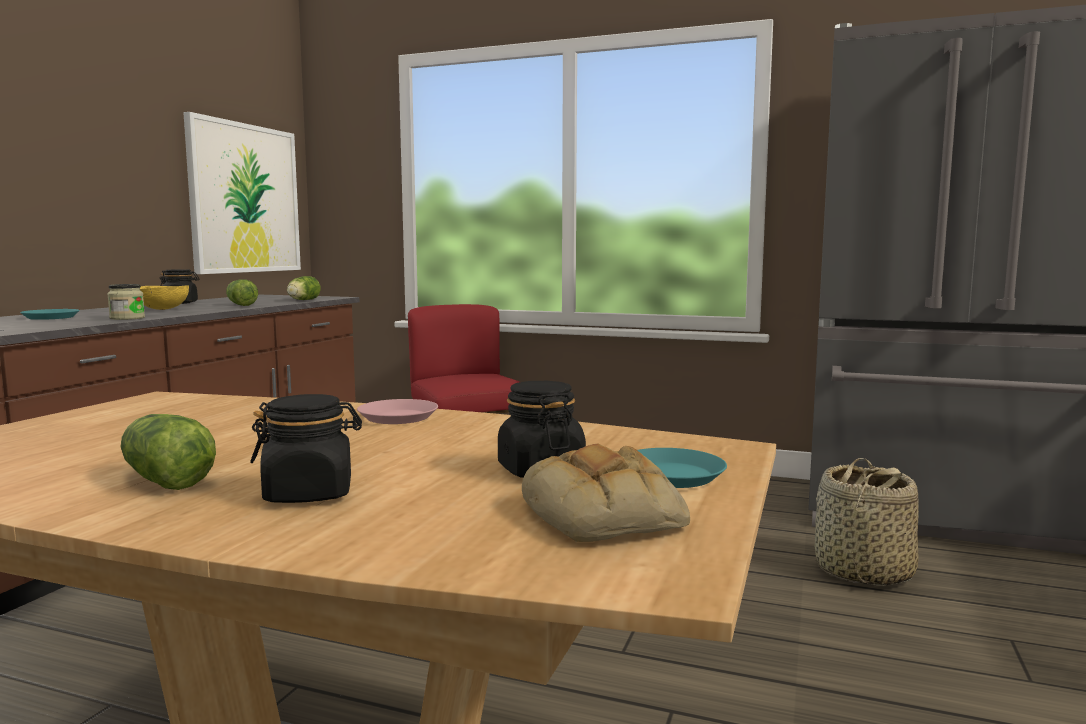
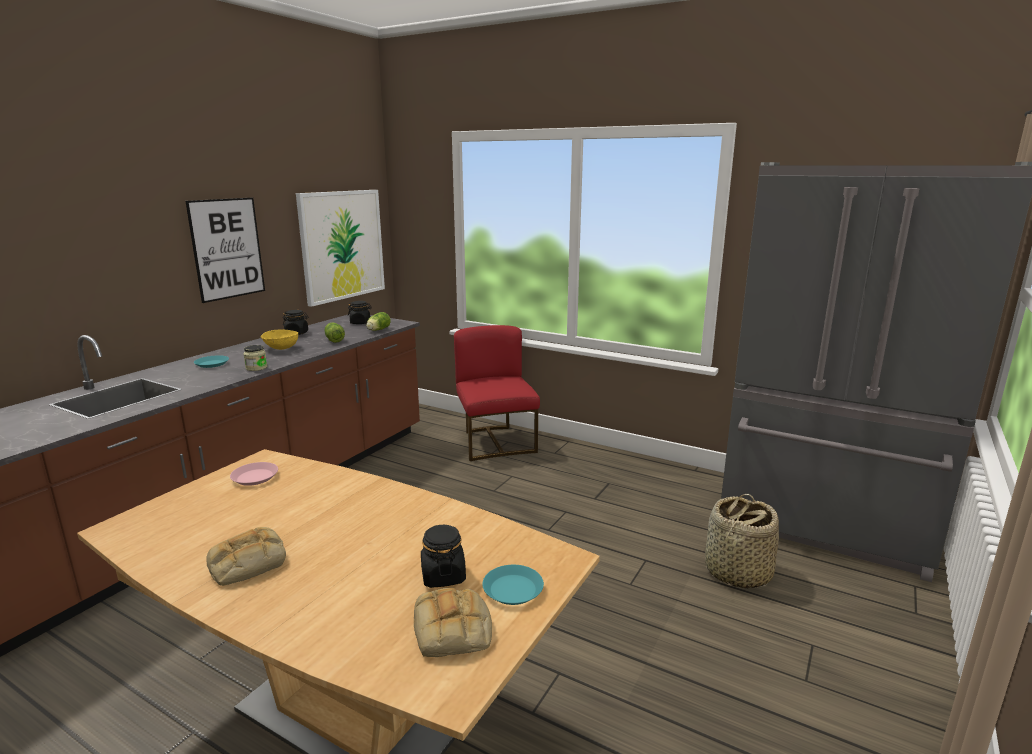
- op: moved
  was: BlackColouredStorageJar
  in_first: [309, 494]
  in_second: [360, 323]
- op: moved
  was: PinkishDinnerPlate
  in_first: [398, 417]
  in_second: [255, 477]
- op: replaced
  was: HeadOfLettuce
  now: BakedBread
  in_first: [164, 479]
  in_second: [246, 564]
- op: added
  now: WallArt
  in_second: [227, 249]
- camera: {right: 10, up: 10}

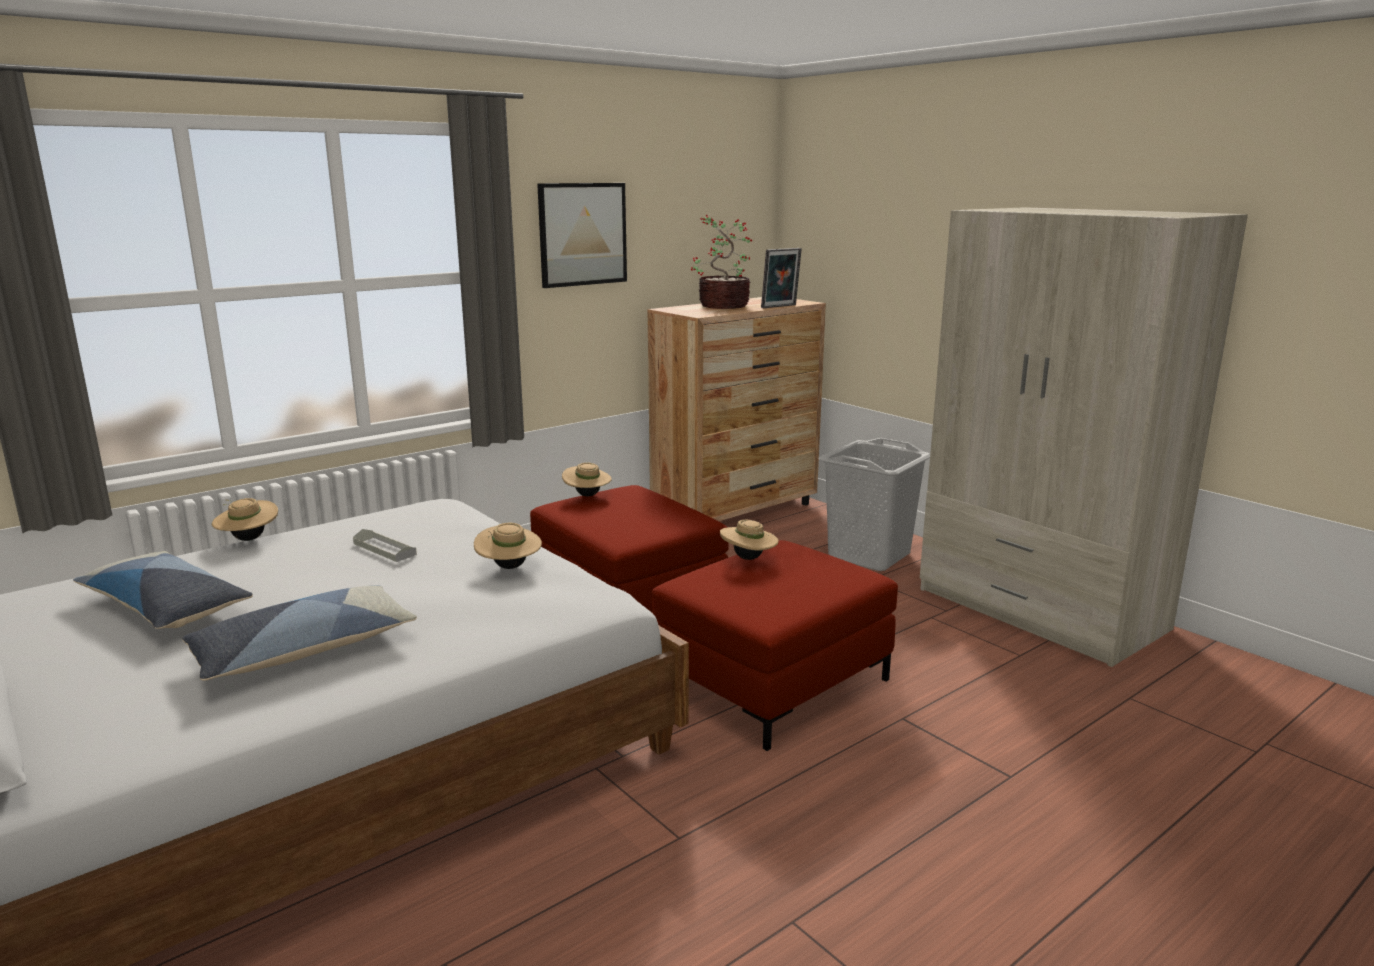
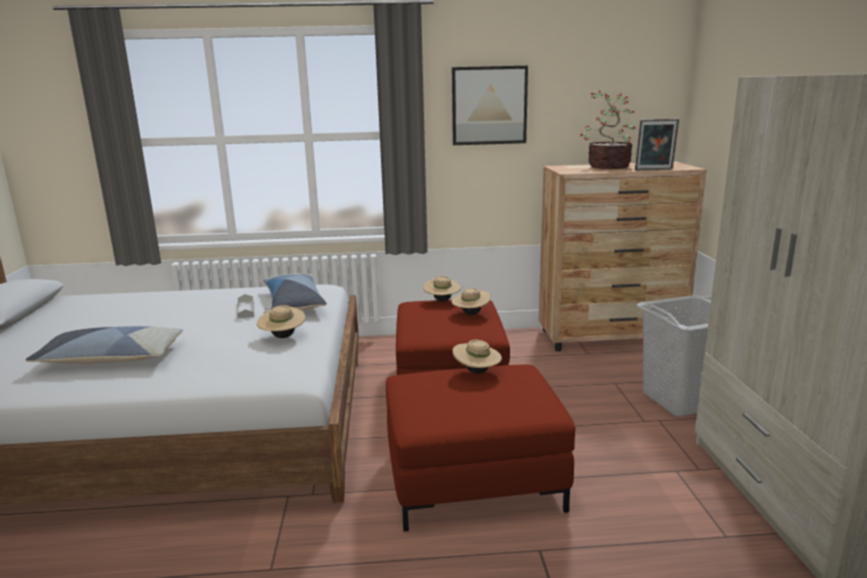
- op: moved
  was: BeigeWearableHat
  in_first: [248, 539]
  in_second: [471, 314]
- op: moved
  was: Pillow
  in_first: [165, 607]
  in_second: [294, 303]
- camera: {right: 35, up: 0}

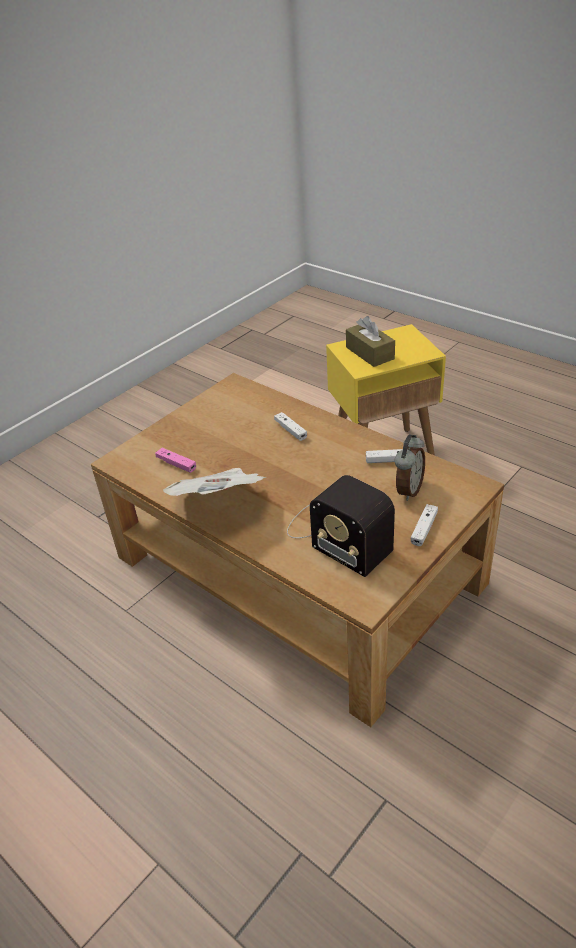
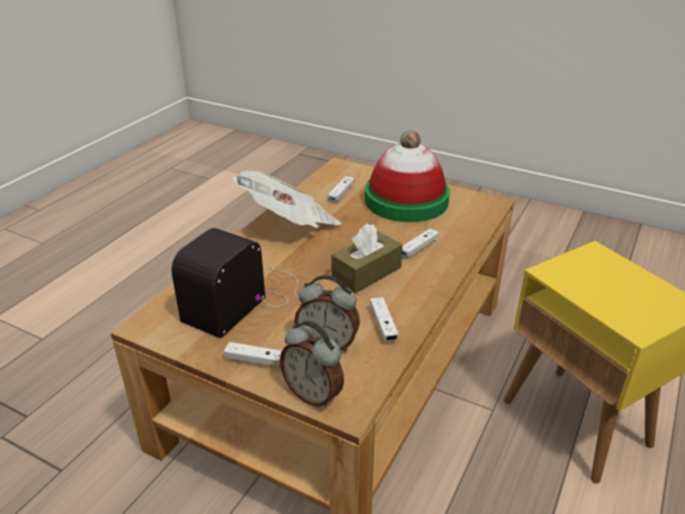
- op: moved
  was: BrownTissueBox
  in_first: [370, 353]
  in_second: [366, 273]
- op: recoloured
  was: PinkishGameController
  now: WhiteColouredGameController
  in_first: [176, 464]
  in_second: [341, 194]
- op: added
  now: WearableHat
  in_second: [406, 200]
- op: added
  now: BedsideClock
  in_second: [313, 394]
- camera: {right: 75, up: -5}

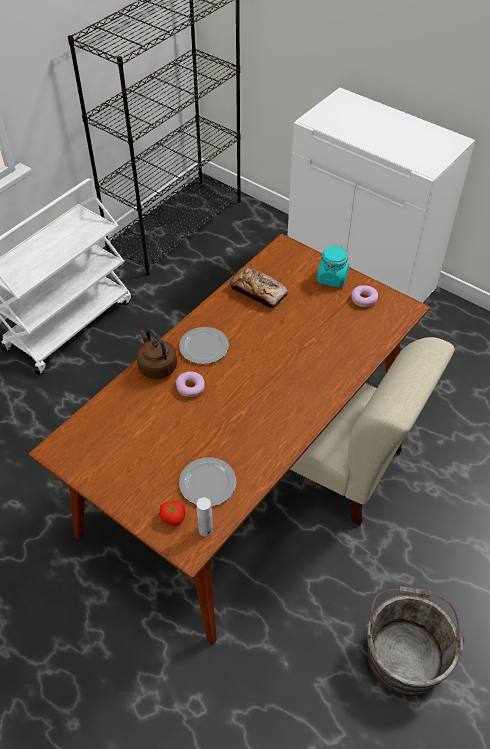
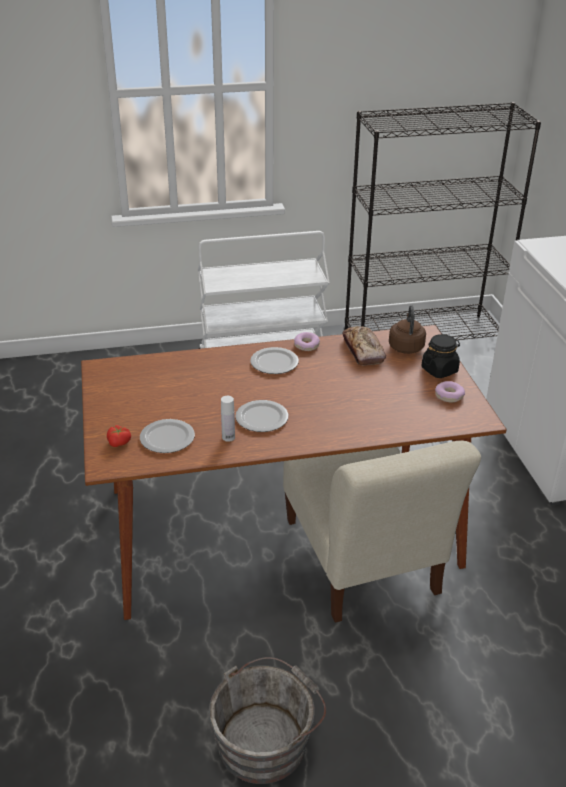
- op: recoloured
  was: TurquoiseStorageJar
  now: BlackColouredStorageJar
  in_first: [332, 278]
  in_second: [439, 370]
- op: moved
  was: BrownKettle
  in_first: [156, 366]
  in_second: [406, 346]
- op: moved
  was: RingDoughnut
  in_first: [190, 387]
  in_second: [306, 345]
- op: moved
  was: WhiteColouredBottle
  in_first: [205, 530]
  in_second: [228, 437]
- op: added
  now: DinnerPlate
  in_second: [262, 417]
- camera: {right: 40, up: -15}

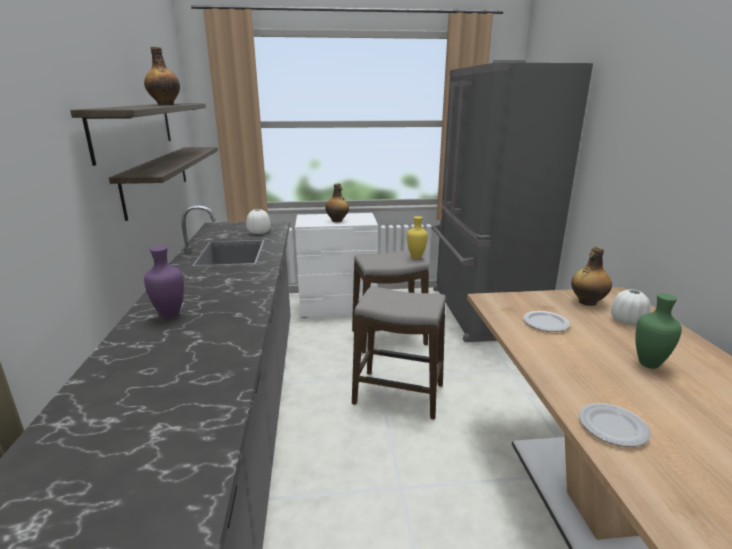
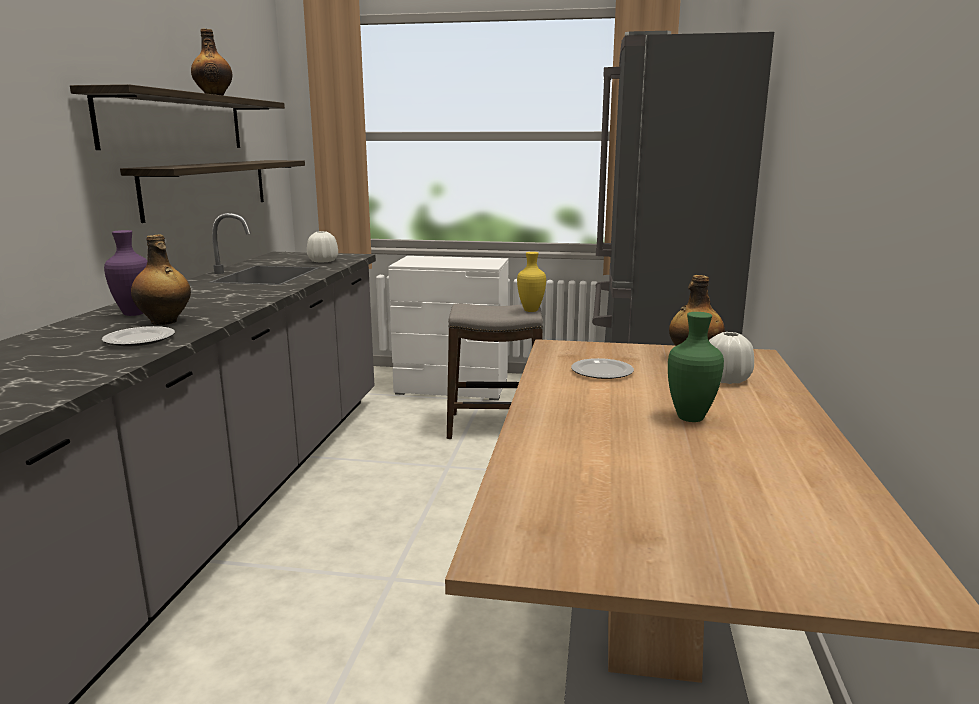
- op: moved
  was: Bottle
  in_first: [337, 221]
  in_second: [165, 322]
- op: removed
  was: StoolSeat
  in_first: [398, 394]
- op: moved
  was: DinnerPlate
  in_first: [613, 427]
  in_second: [140, 340]
- camera: {right: 15, up: -5}

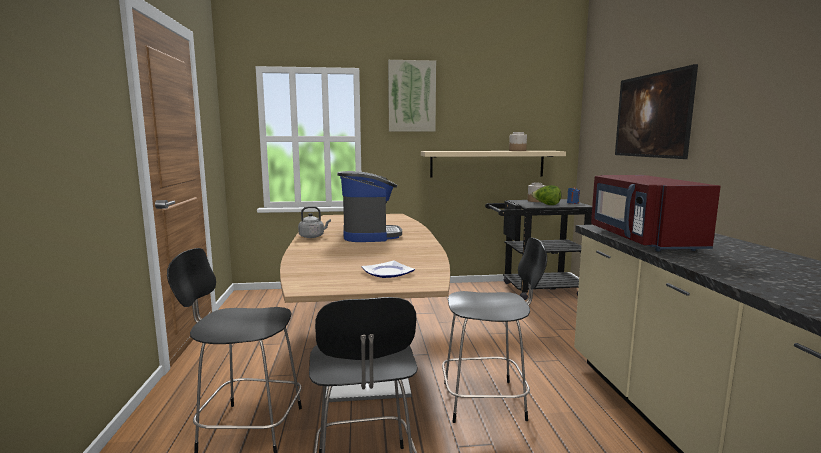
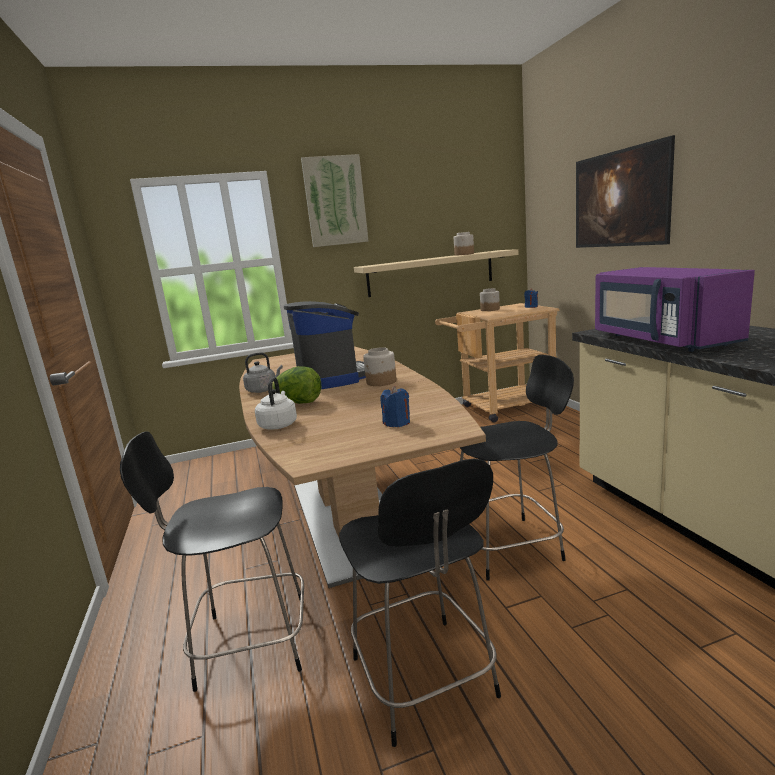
- op: recoloured
  was: ReddishMicrowave
  now: PurpleMicrowave
  in_first: [641, 239]
  in_second: [660, 340]
- op: moved
  was: HeadOfLettuce
  in_first: [546, 205]
  in_second: [298, 403]
- op: recoloured
  was: BlackColouredCart
  now: BeigeCart
  in_first: [535, 290]
  in_second: [500, 409]
- op: replaced
  was: DinnerPlate
  now: BlueCandle
  in_first: [389, 273]
  in_second: [397, 423]
- op: added
  now: StorageJar
  in_second: [381, 382]
- op: added
  now: WhiteColouredKettle
  in_second: [278, 425]
- camera: {right: -10, up: 5}

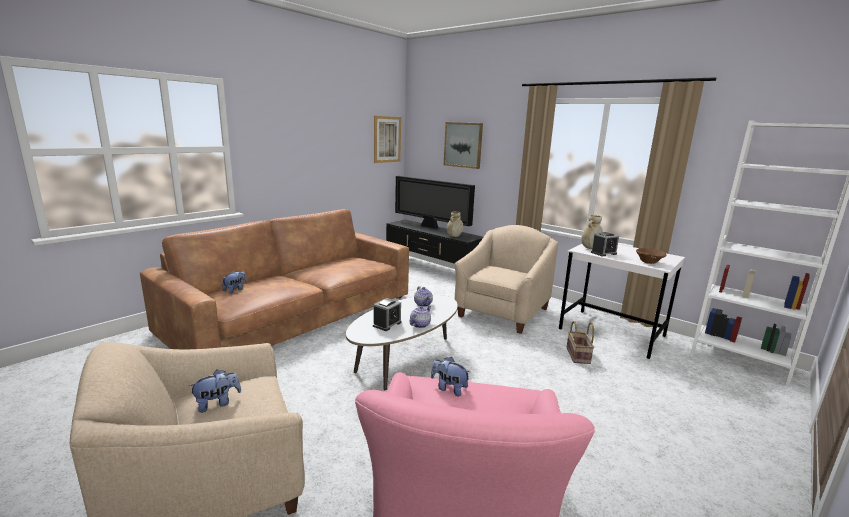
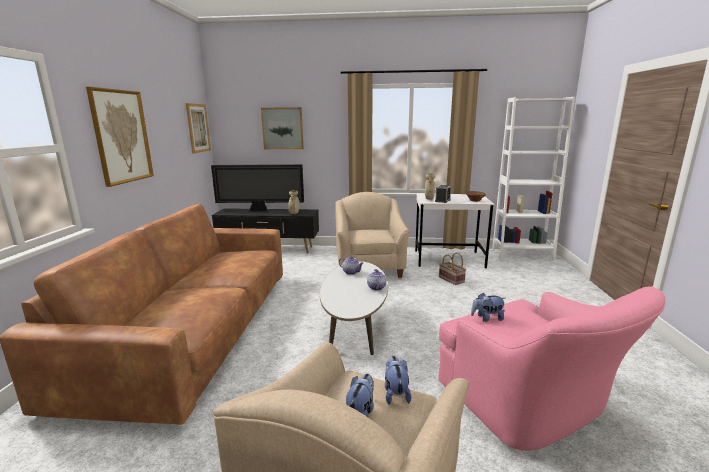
- op: moved
  was: PlushToy
  in_first: [235, 290]
  in_second: [395, 393]
- op: removed
  was: BedsideClock
  in_first: [387, 324]
- op: added
  now: WallArt
  in_second: [121, 136]
- camera: {right: -35, up: 0}

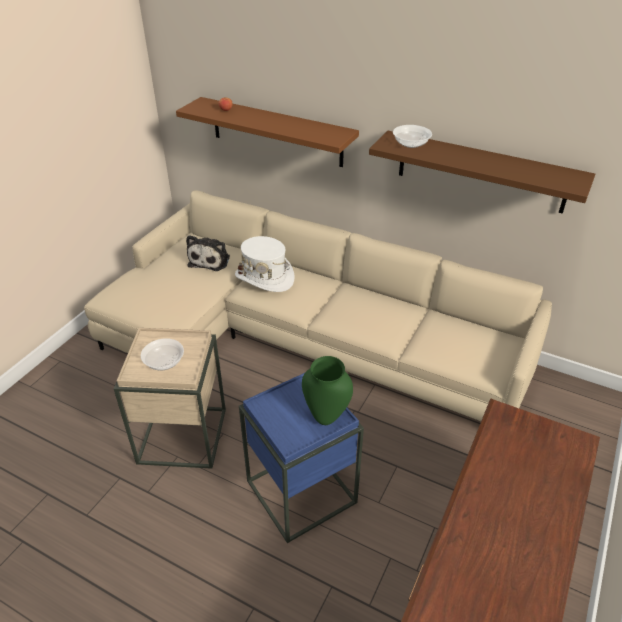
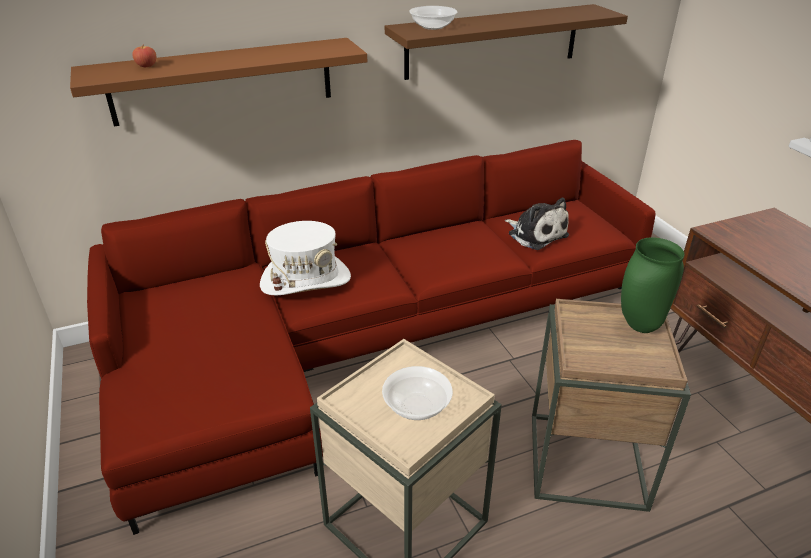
- op: recoloured
  was: BeigeCouch
  now: ReddishCouch
  in_first: [302, 339]
  in_second: [367, 338]
- op: moved
  was: PlushToy
  in_first: [210, 260]
  in_second: [535, 234]
- op: recoloured
  was: BlueSideTable
  now: BrownSideTable
  in_first: [301, 492]
  in_second: [586, 460]
- camera: {right: -50, up: -5}

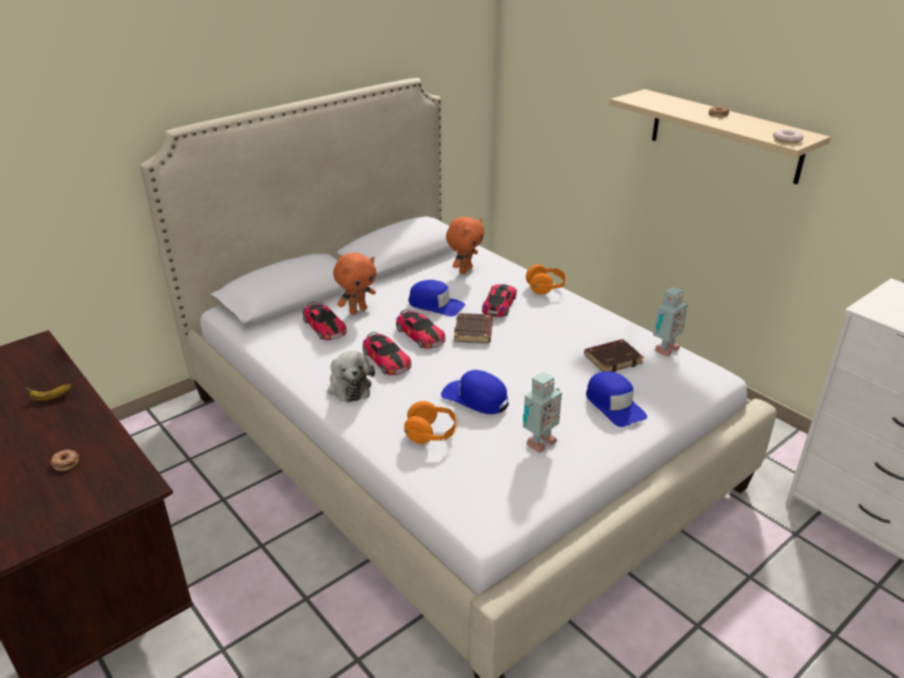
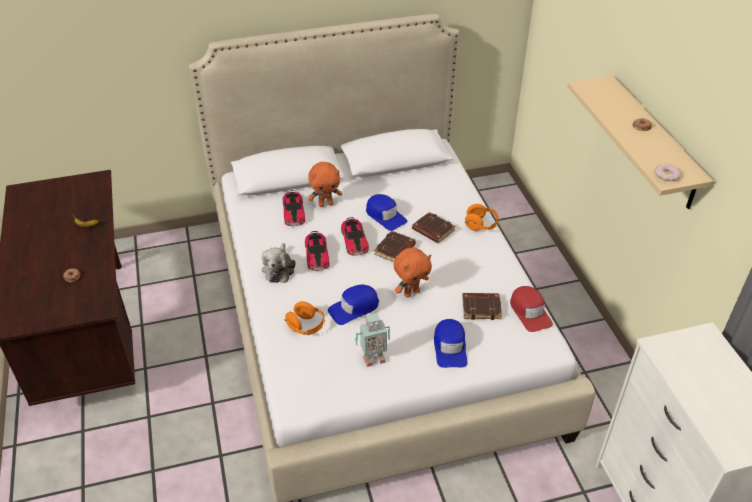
- op: moved
  was: OrangeyPlushToy
  in_first: [465, 270]
  in_second: [411, 292]
- op: replaced
  was: ModelCar
  now: BrownBook
  in_first: [499, 305]
  in_second: [432, 230]
- op: replaced
  was: ModelRobot
  now: ReddishCap
  in_first: [664, 349]
  in_second: [530, 312]
- op: turned
  was: BlueCap
  in_first: [475, 398]
  in_second: [354, 308]
  clockwise: -90
- camera: {right: 25, up: 10}

